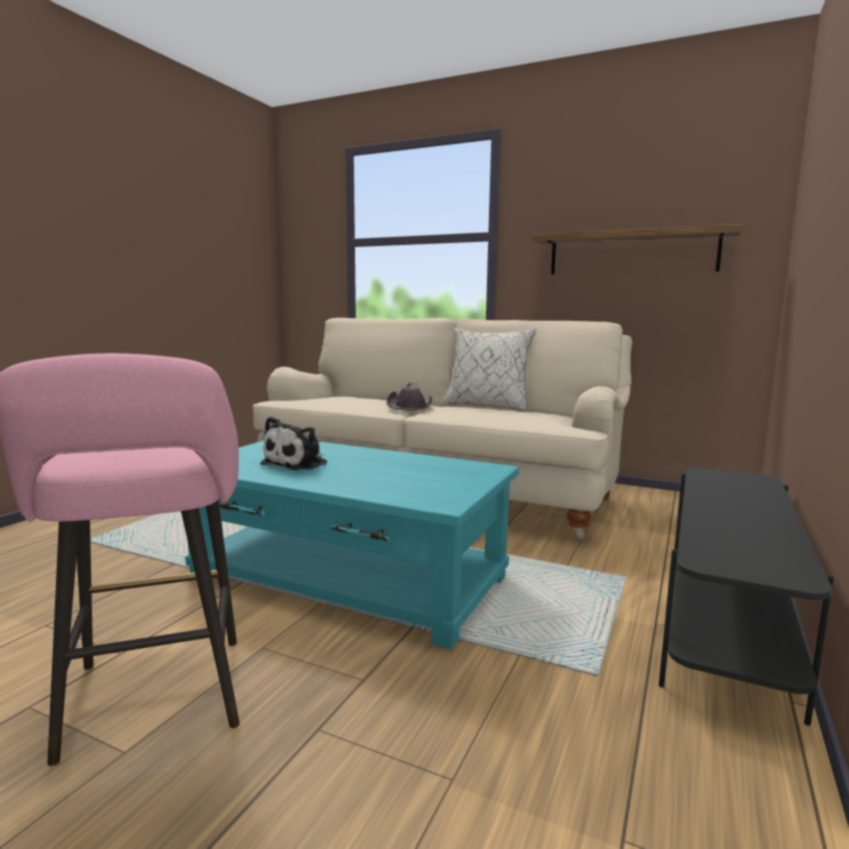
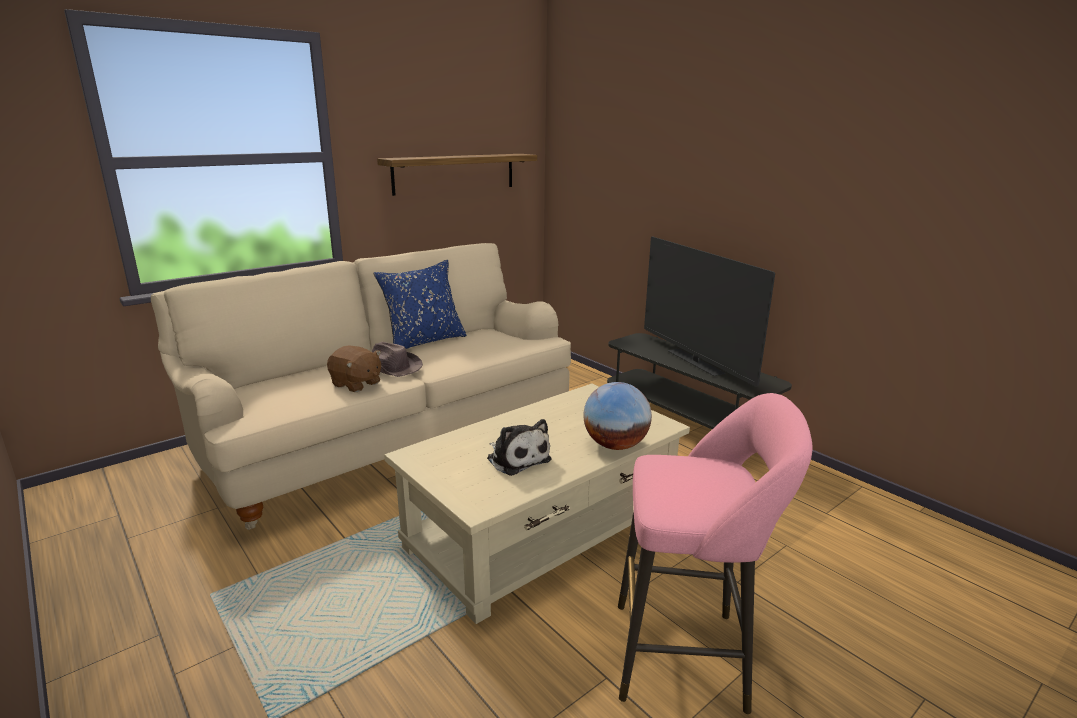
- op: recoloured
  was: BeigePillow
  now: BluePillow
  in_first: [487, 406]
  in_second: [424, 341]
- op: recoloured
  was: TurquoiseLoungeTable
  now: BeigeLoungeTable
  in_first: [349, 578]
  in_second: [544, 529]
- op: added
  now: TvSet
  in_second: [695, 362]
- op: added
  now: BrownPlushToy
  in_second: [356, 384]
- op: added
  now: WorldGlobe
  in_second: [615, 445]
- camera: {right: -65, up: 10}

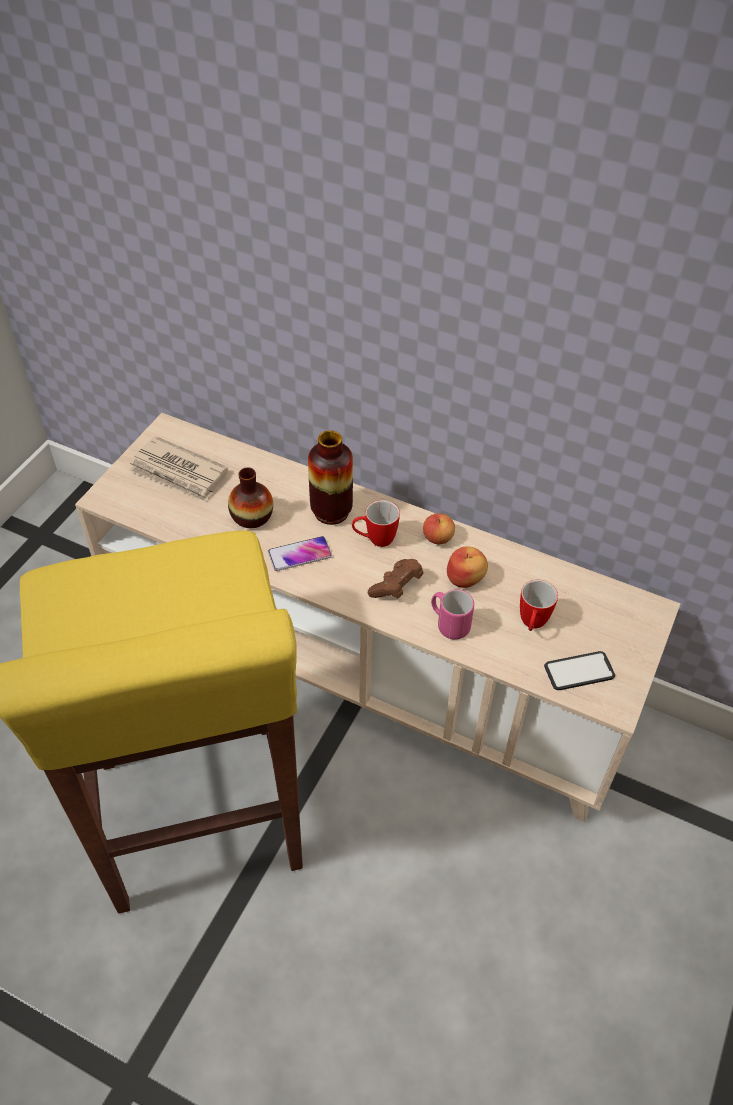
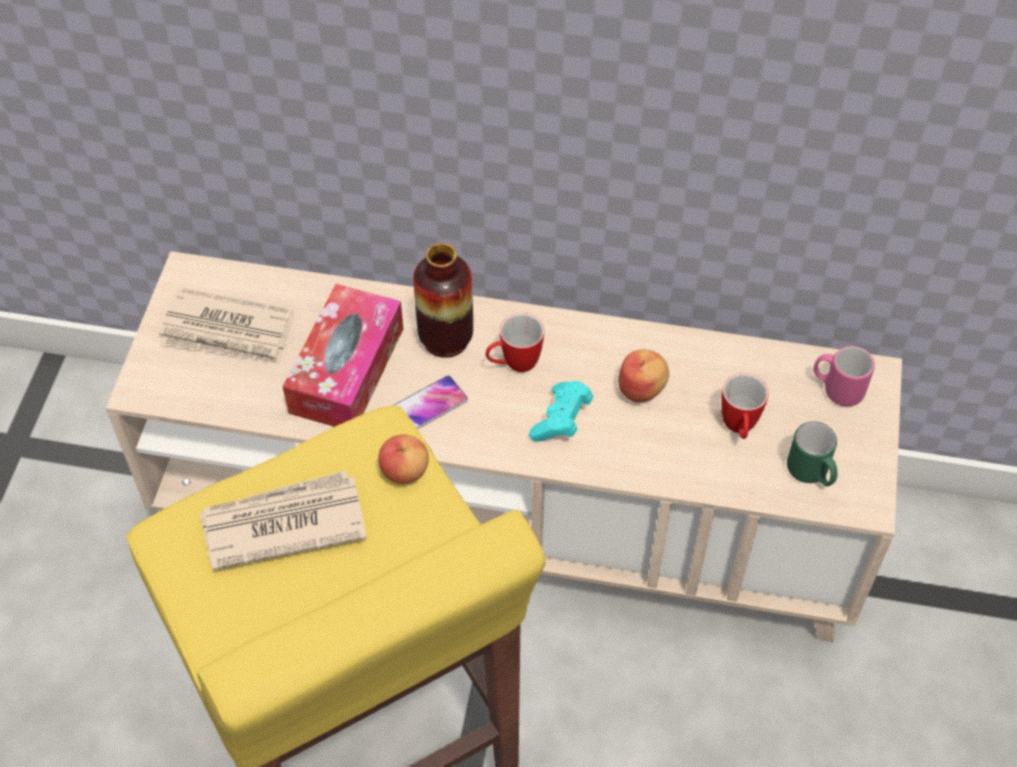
- op: replaced
  was: FlowerVase
  now: TissueBox
  in_first: [252, 516]
  in_second: [347, 370]
- op: moved
  was: Apple
  in_first: [438, 538]
  in_second: [404, 471]
- op: recoloured
  was: BrownGameController
  now: TurquoiseGameController
  in_first: [396, 587]
  in_second: [561, 420]
- op: moved
  was: PinkishCoffeeMug
  in_first: [448, 624]
  in_second: [836, 389]
- op: replaced
  was: Phone
  now: GreenishCoffeeMug
  in_first: [579, 671]
  in_second: [811, 473]
- op: added
  now: DailyPaper
  in_second: [282, 524]
- camera: {right: -15, up: 5}

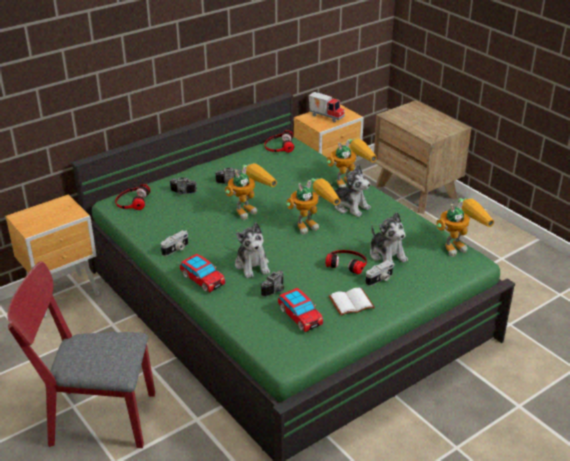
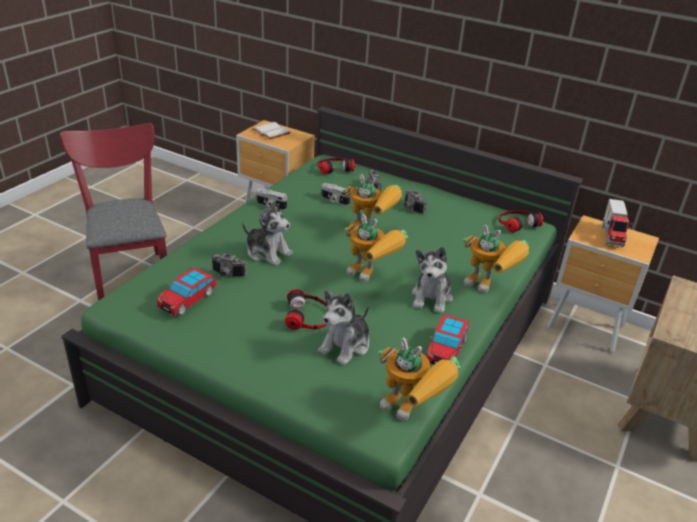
- op: turned
  was: PlushToy
  in_first: [252, 265]
  in_second: [268, 253]
  clockwise: -105
- op: moved
  was: ModelCar
  in_first: [202, 279]
  in_second: [446, 349]
- op: moved
  was: PhotoCamera
  in_first: [380, 279]
  in_second: [334, 200]
- op: moved
  was: WhiteColouredBook
  in_first: [351, 302]
  in_second: [272, 132]
- camera: {right: 65, up: 0}

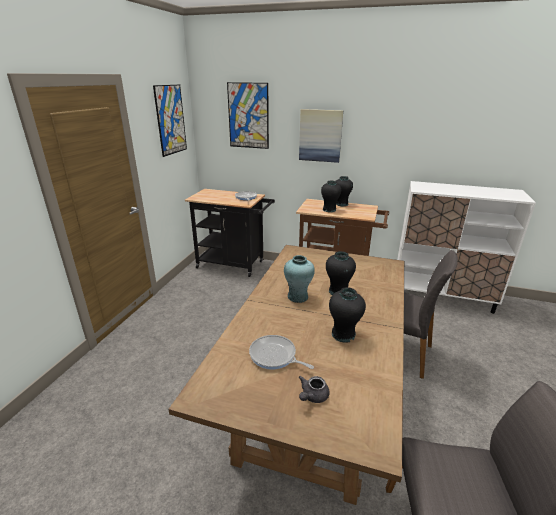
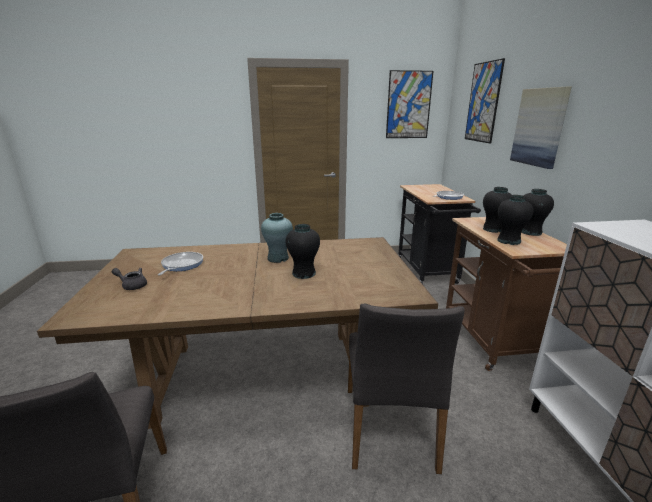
- op: moved
  was: BlackColouredFlowerVase
  in_first: [343, 334]
  in_second: [509, 241]
- camera: {right: 65, up: -5}

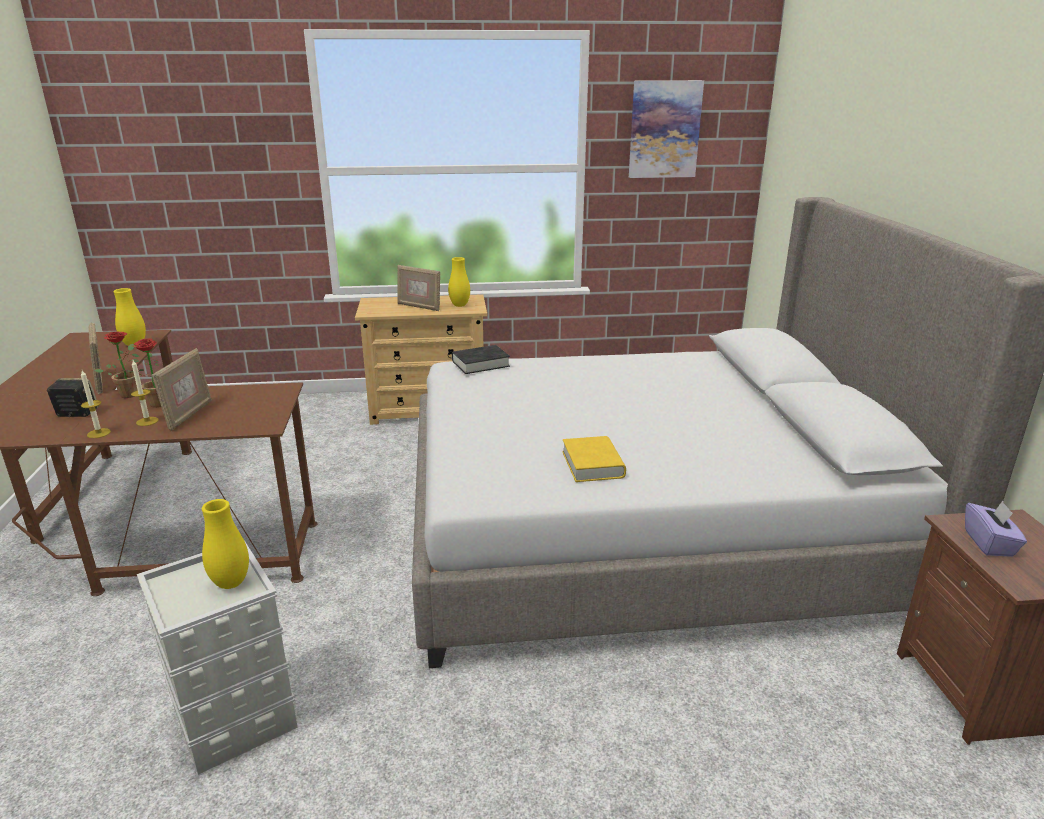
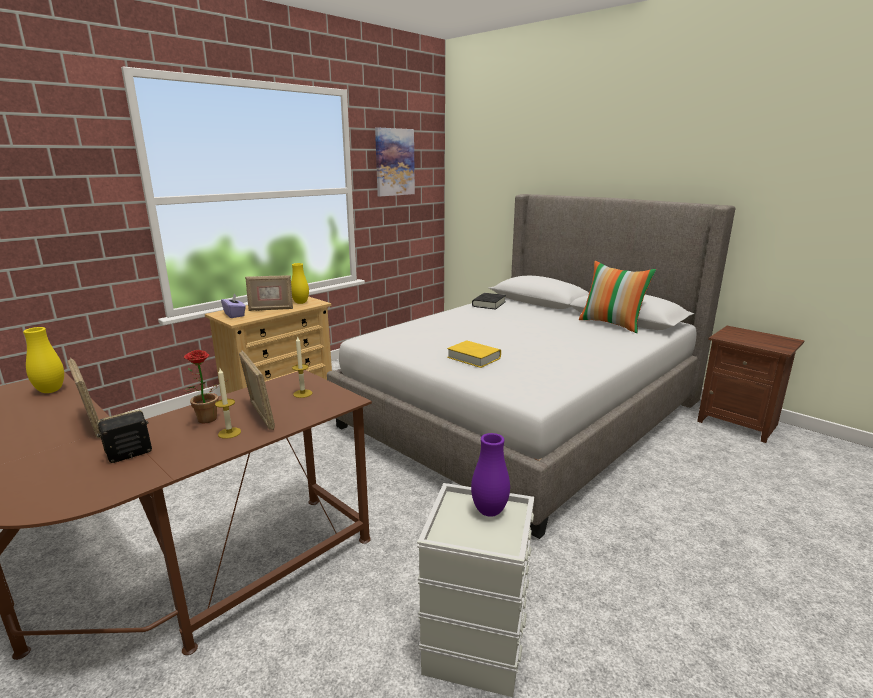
- op: turned
  was: StandingFrame
  in_first: [102, 382]
  in_second: [91, 425]
  clockwise: -150
- op: removed
  was: PlantInAPot
  in_first: [129, 393]
- op: moved
  was: BlackColouredBook
  in_first: [480, 364]
  in_second: [489, 304]
- op: moved
  was: Candle
  in_first: [99, 433]
  in_second: [302, 393]
- op: moved
  was: YellowishBook
  in_first: [592, 464]
  in_second: [473, 358]
- op: recoloured
  was: YellowishFlowerVase
  now: PurpleFlowerVase
  in_first: [231, 583]
  in_second: [489, 511]
- op: moved
  was: PurpleTissueBox
  in_first: [989, 543]
  in_second: [235, 315]
- op: added
  now: Pillow
  in_second: [612, 324]
- camera: {right: -40, up: -5}

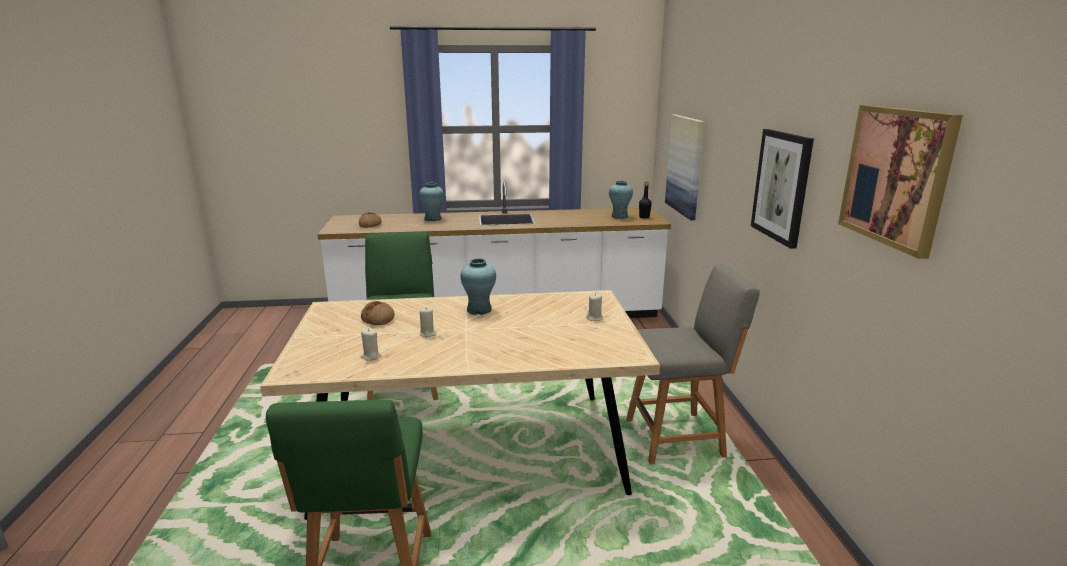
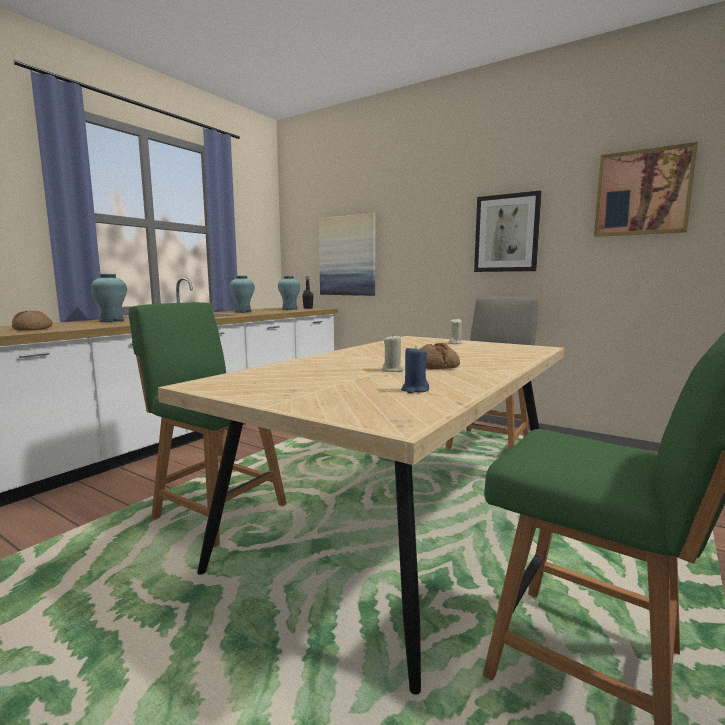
- op: moved
  was: TurquoiseFlowerVase
  in_first: [479, 310]
  in_second: [243, 312]
- op: moved
  was: BakedBread
  in_first: [378, 319]
  in_second: [435, 366]
- op: recoloured
  was: BeigeCandle
  now: BlueCandle
  in_first: [371, 356]
  in_second: [414, 390]
- camera: {right: -50, up: -10}

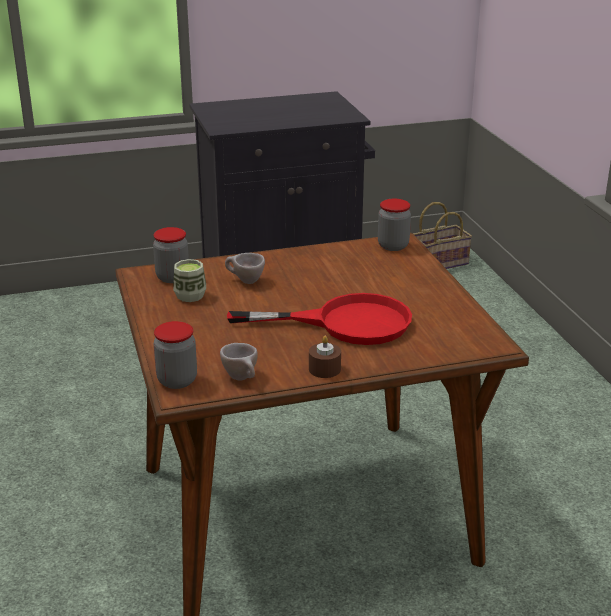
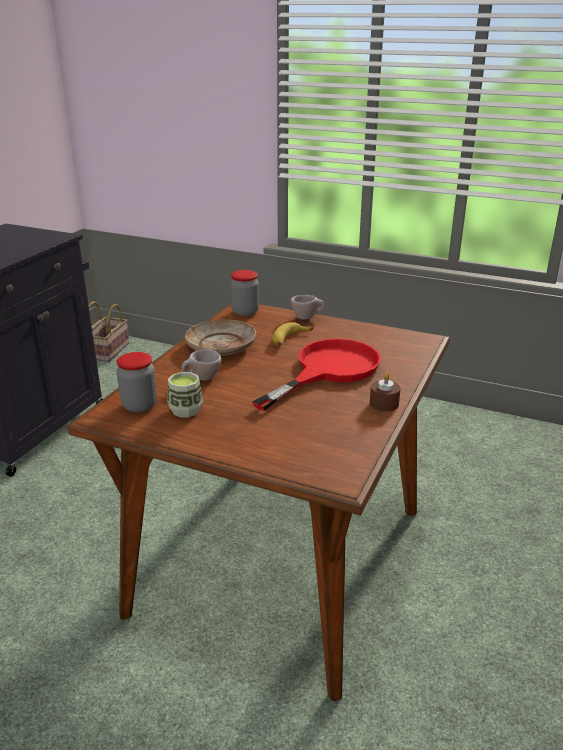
- op: removed
  was: StorageJar
  in_first: [177, 380]
- op: moved
  was: BeigeDrinkingCup
  in_first: [243, 378]
  in_second: [307, 318]
- op: added
  now: BeigeDinnerPlate
  in_second: [221, 346]
- op: added
  now: BananaFruit
  in_second: [289, 339]
- camera: {right: -50, up: 0}

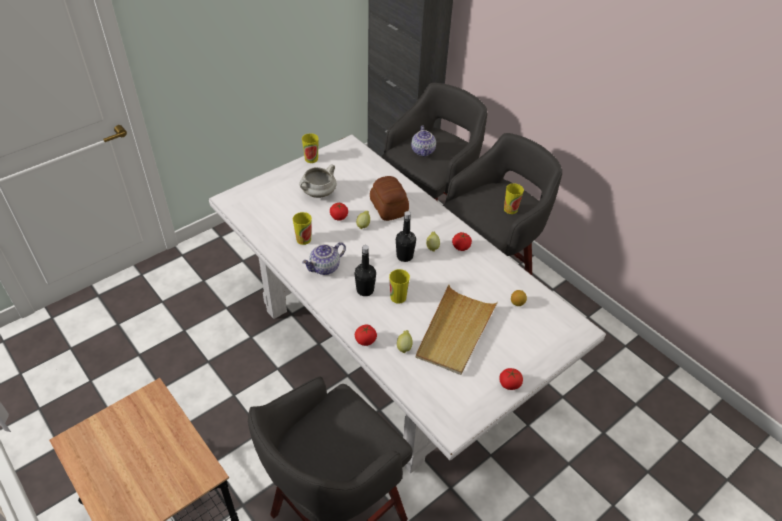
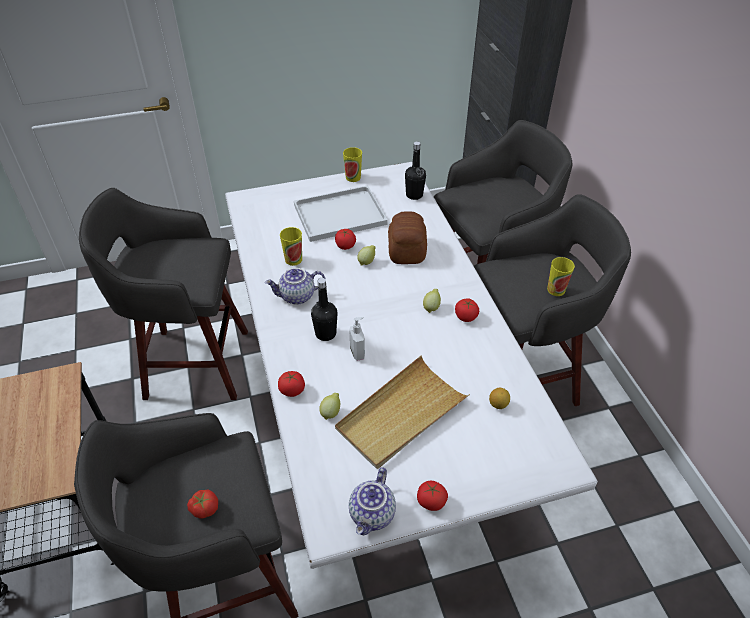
- op: moved
  was: Teapot
  in_first: [423, 151]
  in_second: [373, 515]
- op: replaced
  was: WhiteColouredCookingPot
  now: WhiteColouredCarryingTray
  in_first: [318, 194]
  in_second: [338, 215]
- op: moved
  was: BlackColouredBottle
  in_first: [404, 256]
  in_second: [414, 195]
- op: replaced
  was: DrinkingCup
  now: SoapDispenser
  in_first: [398, 297]
  in_second: [358, 353]
- op: added
  now: GreyishStoolSeat
  in_second: [193, 363]
- op: added
  now: WholeTomato
  in_second: [204, 508]
- camera: {right: 25, up: 0}

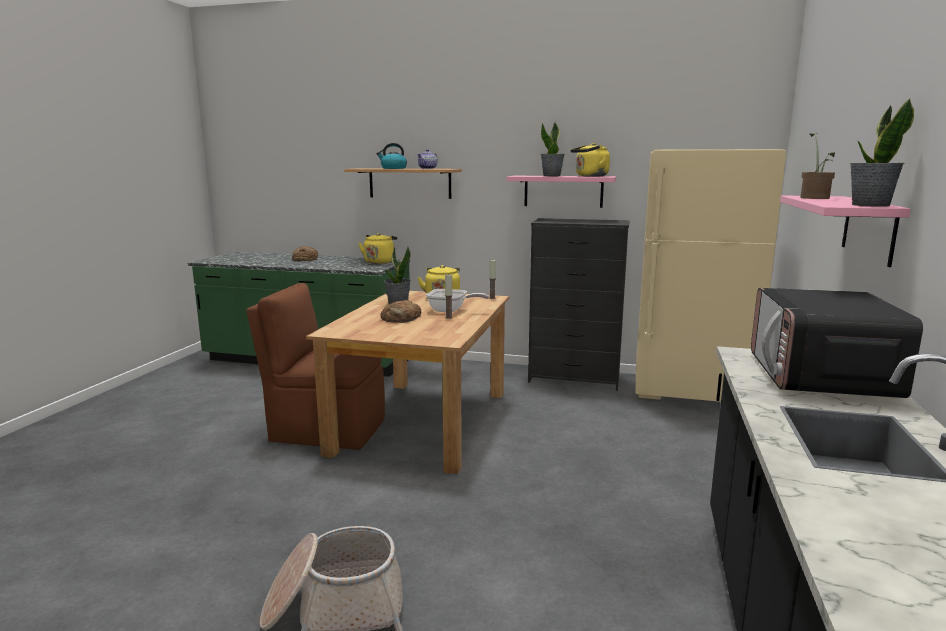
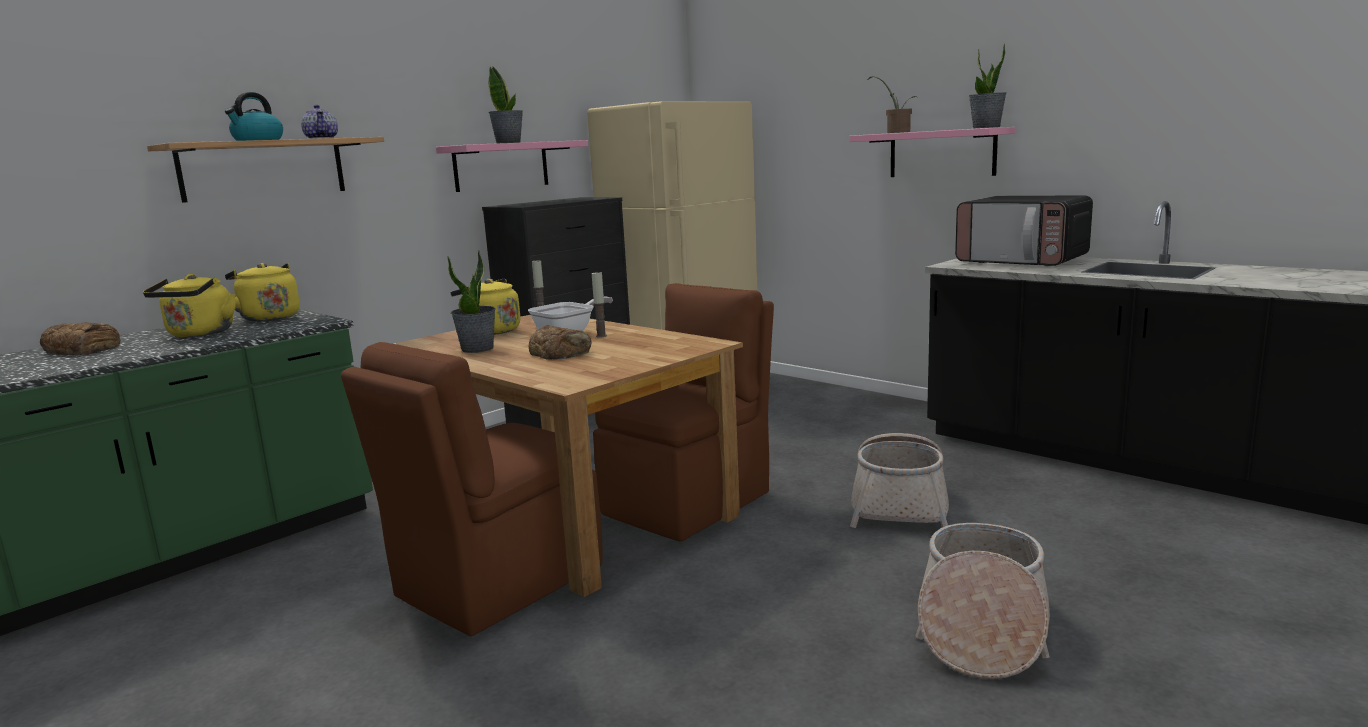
- op: moved
  was: YellowishKettle
  in_first: [590, 176]
  in_second: [199, 334]
- op: added
  now: BrownPlainChair
  in_second: [690, 502]
- op: added
  now: HouseholdBasket
  in_second: [899, 504]
- camera: {right: -60, up: 0}

